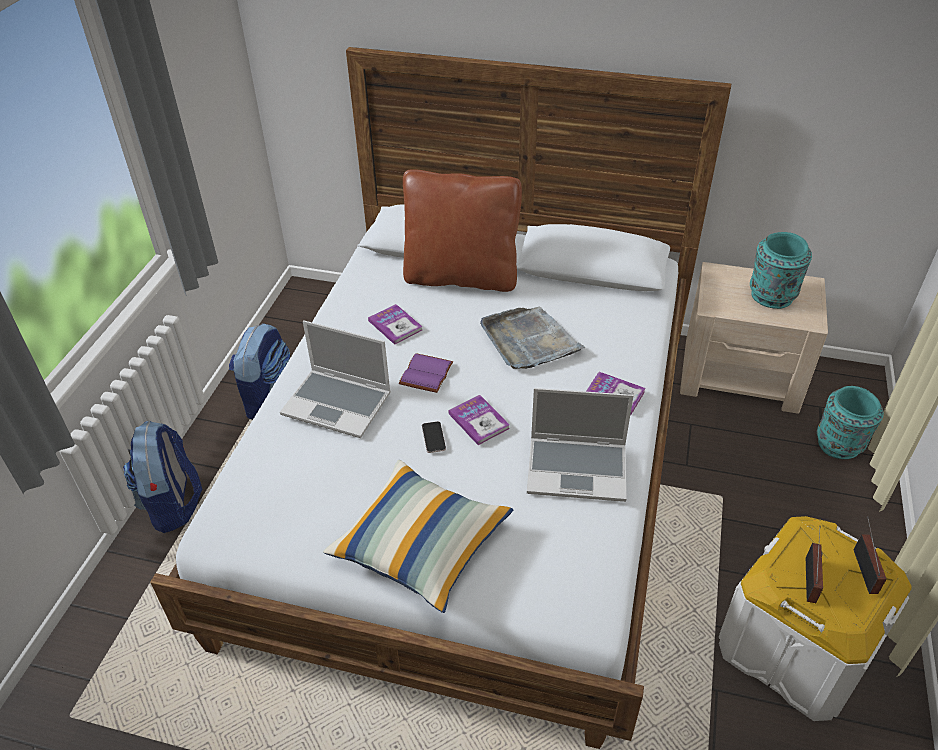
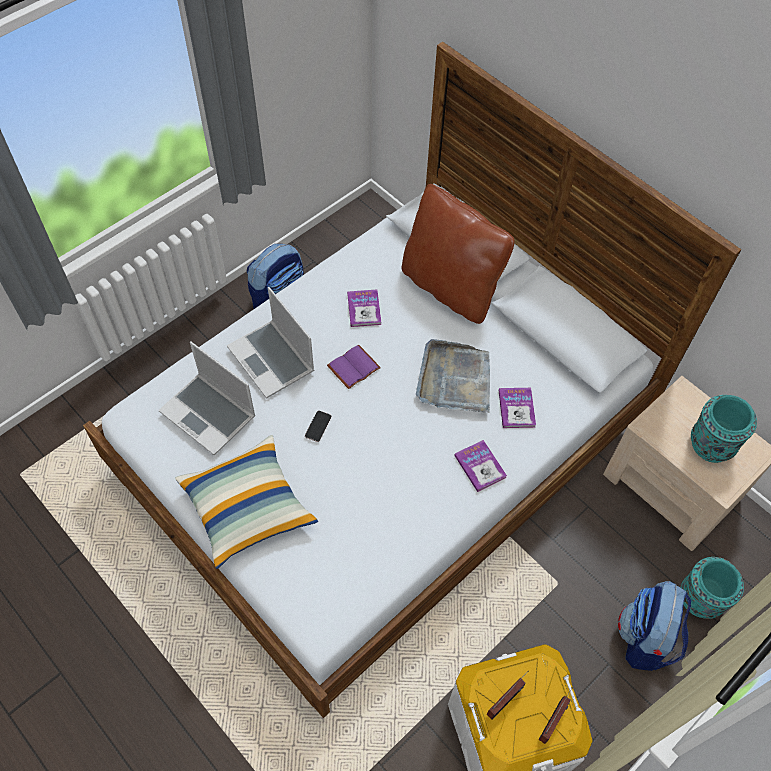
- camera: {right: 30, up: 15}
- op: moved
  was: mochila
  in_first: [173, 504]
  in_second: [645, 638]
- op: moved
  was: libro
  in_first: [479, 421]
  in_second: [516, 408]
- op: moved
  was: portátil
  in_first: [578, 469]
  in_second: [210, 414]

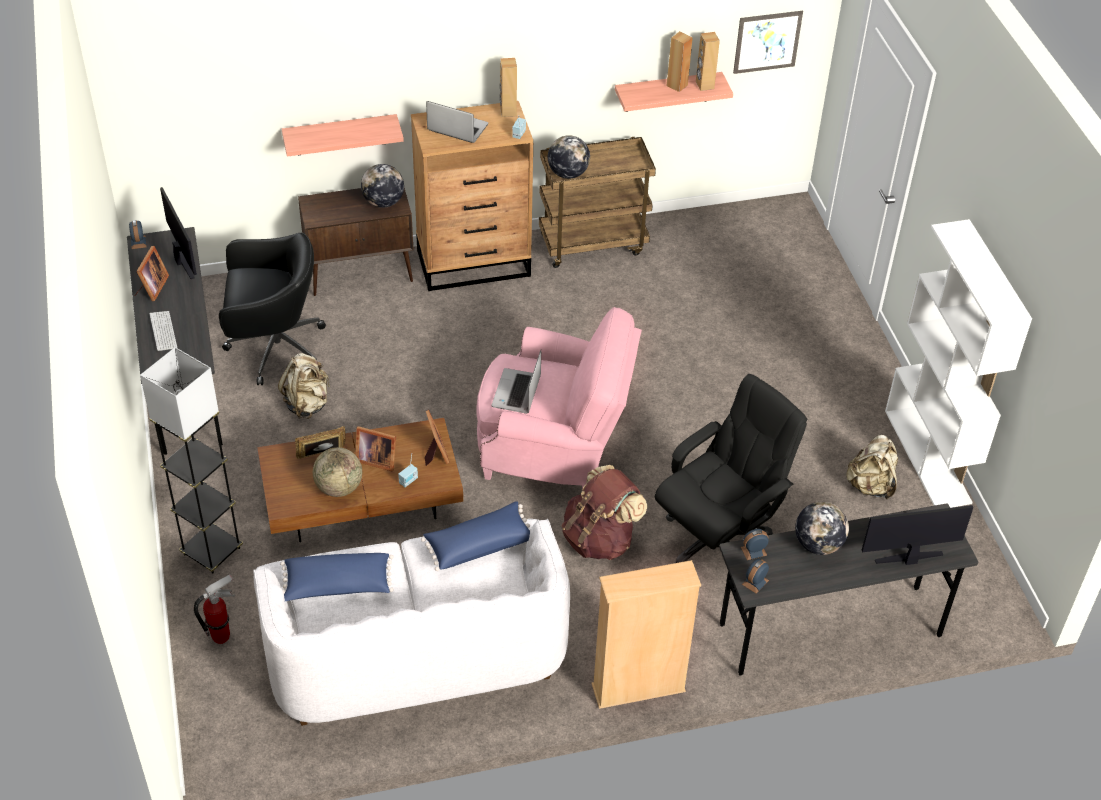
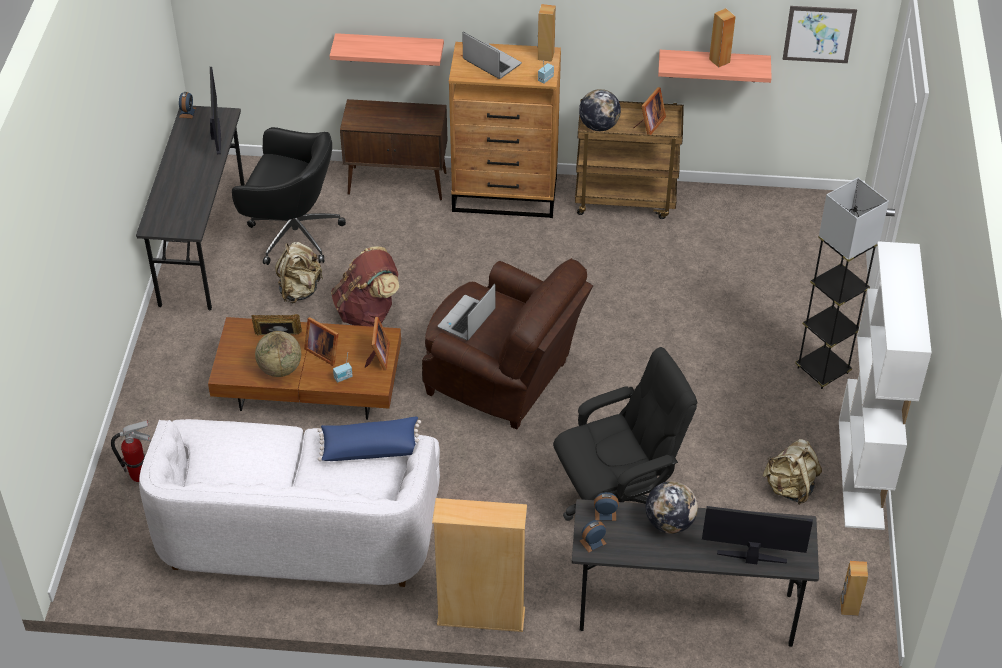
- camera: {right: 20, up: 0}
- op: moved
  was: portarretratos
  in_first: [152, 288]
  in_second: [649, 124]
- op: moved
  was: lámpara de pie (gris)
  in_first: [212, 551]
  in_second: [822, 370]
- op: removed
  was: teclado
  in_first: [163, 331]
- op: removed
  was: cojín (azul)
  in_first: [337, 586]
- op: removed
  was: globo terráqueo
  in_first: [383, 202]
- op: recoloured
  was: sillón (rosa)
  now: sillón (marrón)
  in_first: [554, 446]
  in_second: [504, 379]
- op: moved
  was: mochila (marrón)
  in_first: [600, 539]
  in_second: [368, 312]
- op: moved
  was: altavoz (marrón)
  in_first: [704, 85]
  in_second: [848, 607]

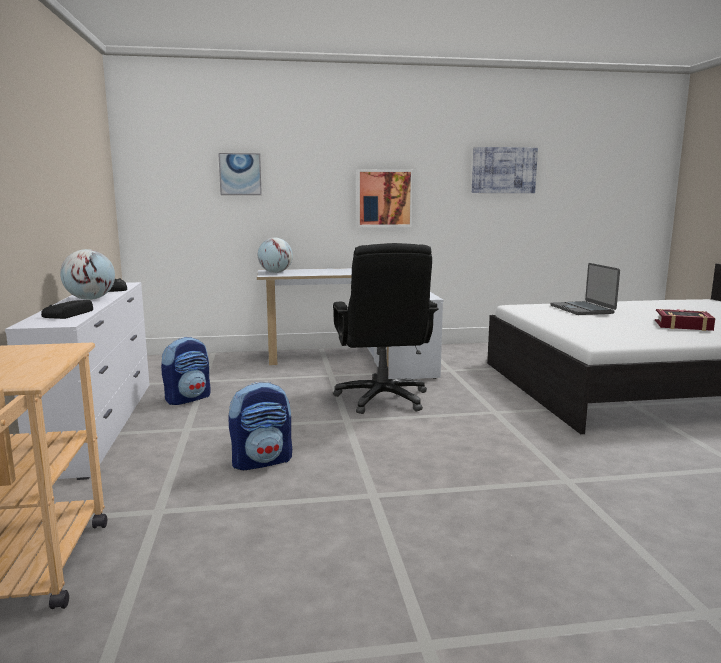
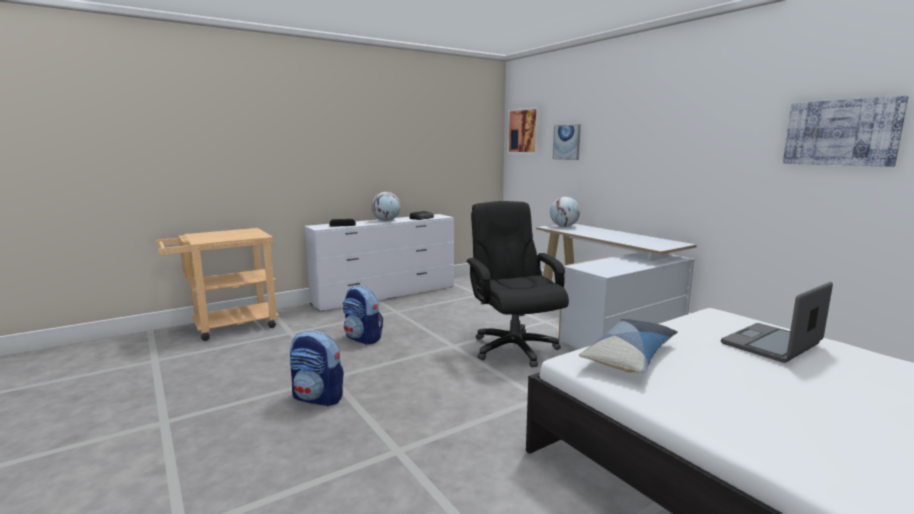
- camera: {right: 65, up: 0}
- op: moved
  was: mochila
  in_first: [188, 398]
  in_second: [318, 398]
- op: turned
  was: silla de oficina (negro)
  in_first: [383, 399]
  in_second: [513, 348]
  clockwise: 105
- op: moved
  was: cuadro
  in_first: [384, 198]
  in_second: [524, 131]
- op: removed
  was: libro
  in_first: [683, 325]
- op: added
  now: cojín
  in_second: [630, 356]

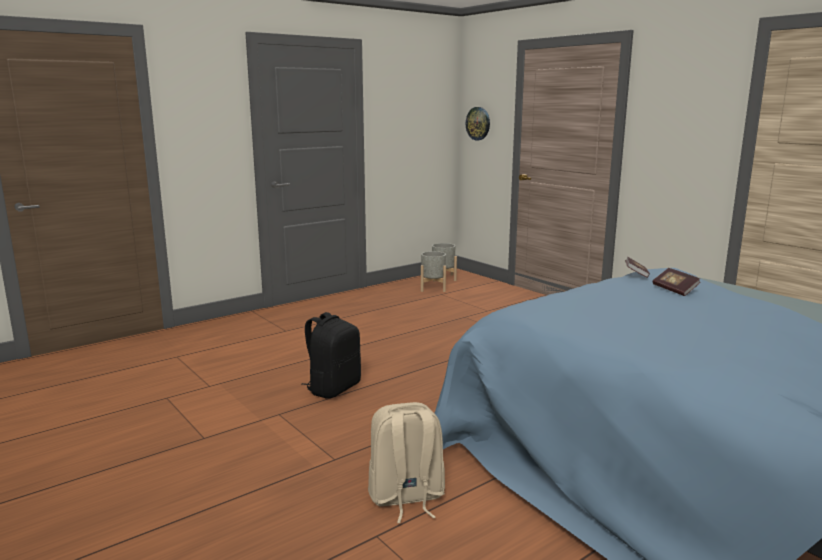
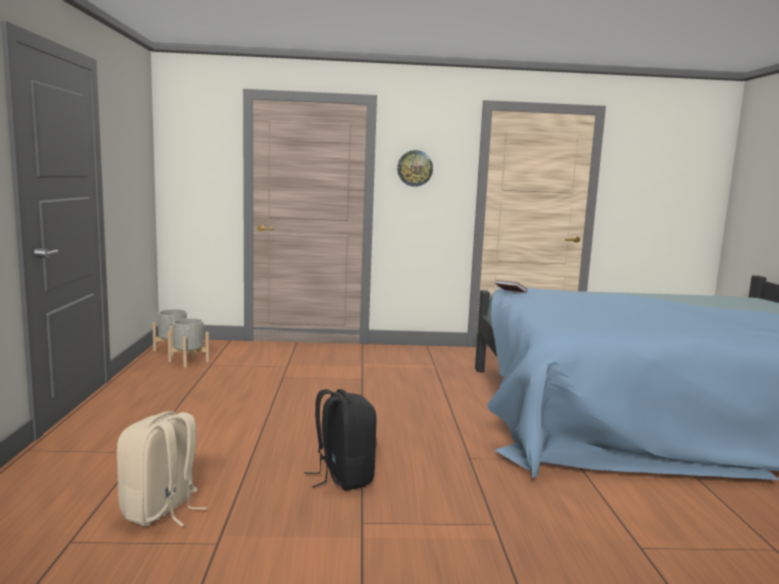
- camera: {right: -55, up: -5}
- op: moved
  was: mochila (beis)
  in_first: [406, 498]
  in_second: [161, 511]
- op: moved
  was: reloj de pared
  in_first: [478, 123]
  in_second: [415, 168]
- op: removed
  was: libro
  in_first: [675, 290]

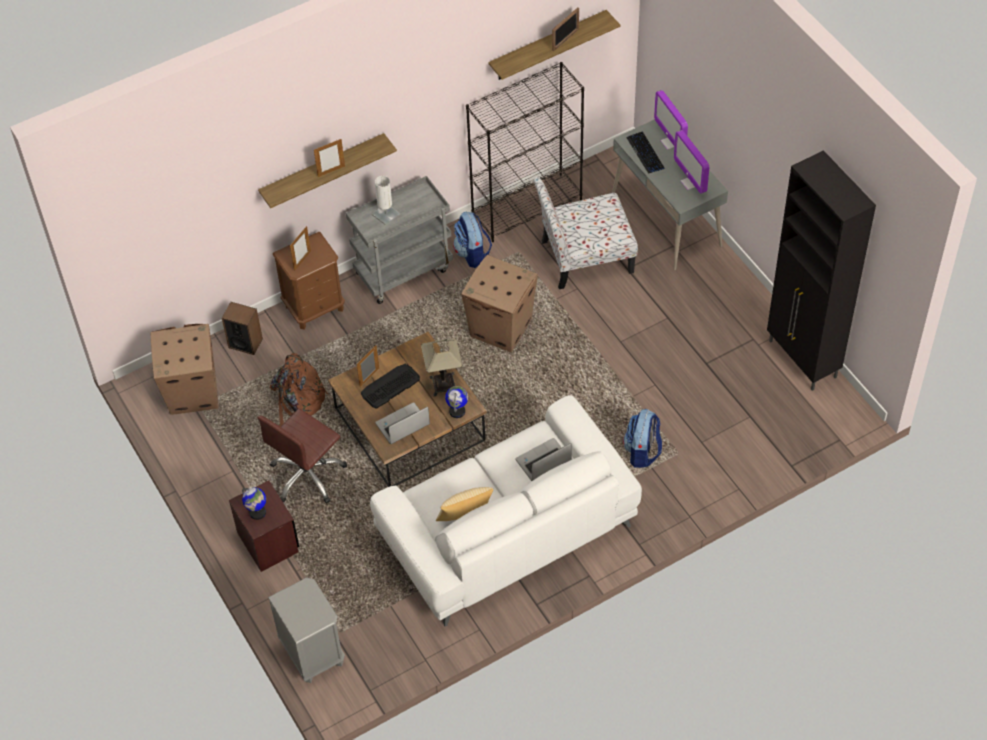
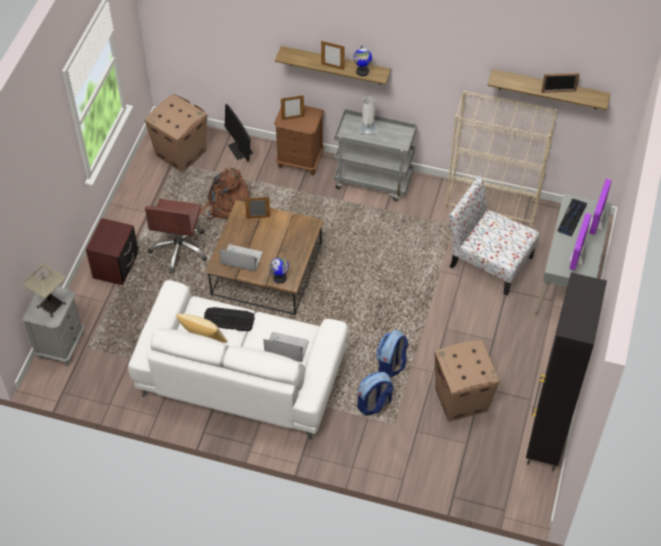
- camera: {right: 45, up: 0}
- op: replaced
  was: altavoz
  now: monitor
  in_first: [245, 343]
  in_second: [240, 150]
- op: moved
  was: globo terráqueo
  in_first: [257, 512]
  in_second: [362, 71]
- op: turned
  was: silla de oficina (marrón)
  in_first: [308, 475]
  in_second: [180, 249]
  clockwise: -75
- op: moved
  was: teclado
  in_first: [390, 386]
  in_second: [228, 319]
- op: moved
  was: lámpara de mesa
  in_first: [443, 384]
  in_second: [51, 305]
- op: moved
  was: mochila
  in_first: [472, 254]
  in_second: [391, 364]
- op: moved
  was: caja de cartón
  in_first: [501, 328]
  in_second: [461, 399]
- op: recoloured
  was: estantería (negro)
  now: estantería (beis)
  in_first: [527, 207]
  in_second: [492, 203]

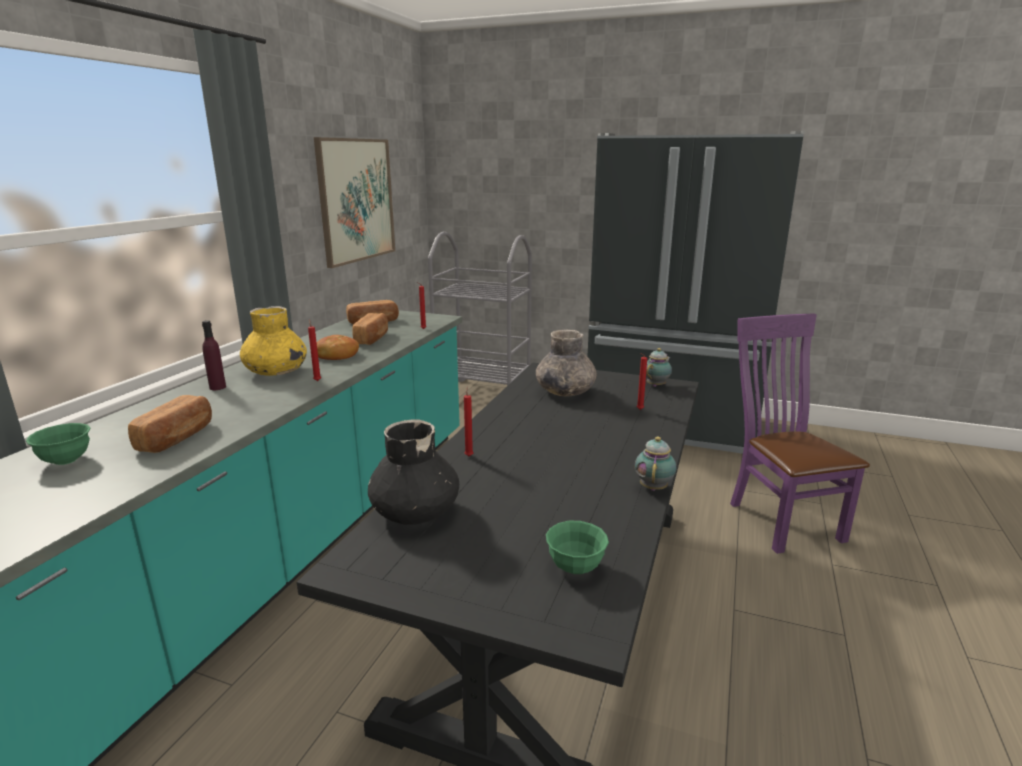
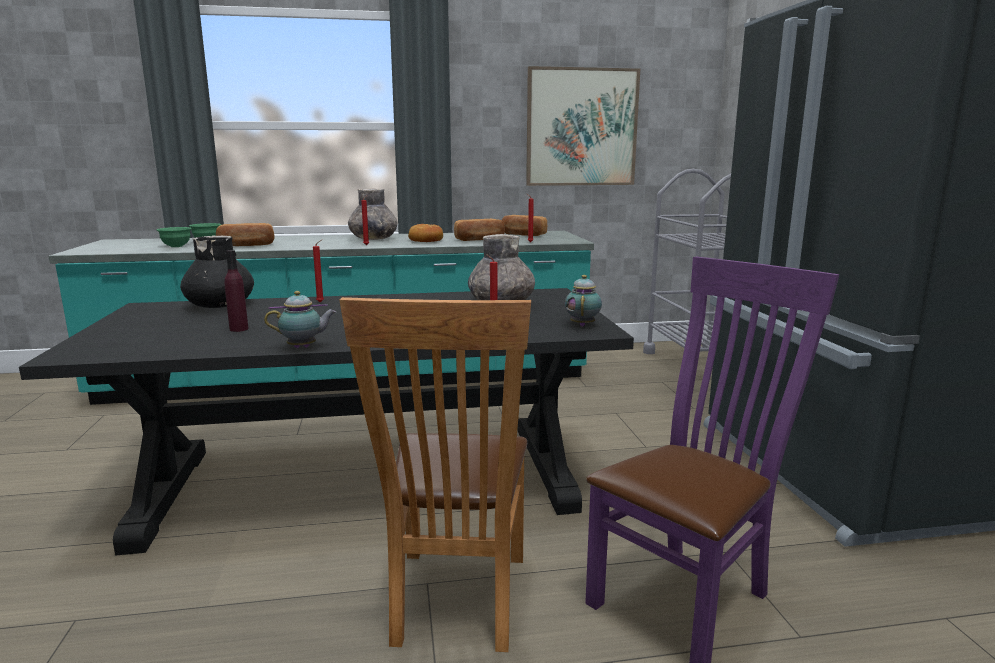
- camera: {right: 60, up: -5}
- op: moved
  was: botella (morado)
  in_first: [217, 387]
  in_second: [239, 329]
- op: recoloured
  was: florero (amarillo)
  now: florero (gris)
  in_first: [276, 372]
  in_second: [373, 239]
- op: moved
  was: cuenco (verde)
  in_first: [575, 567]
  in_second: [176, 246]
- op: turned
  was: tetera
  in_first: [656, 385]
  in_second: [582, 325]
  clockwise: -90
- op: added
  now: silla (marrón)
  in_second: [456, 603]

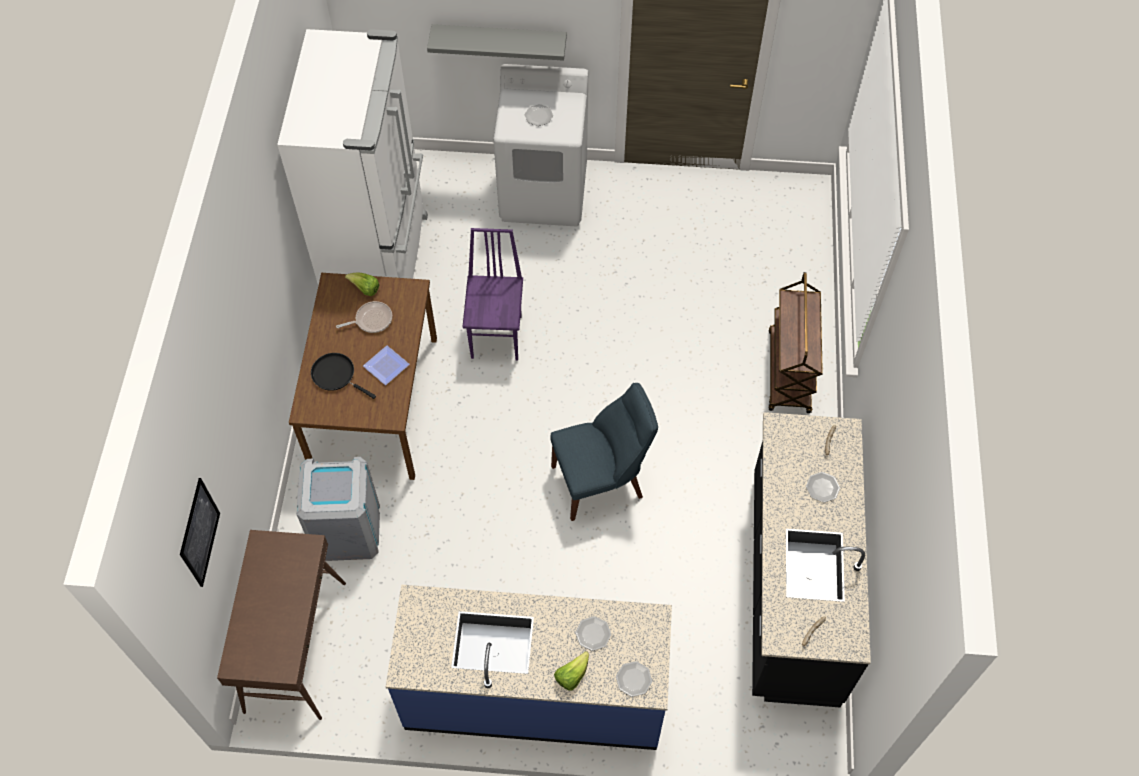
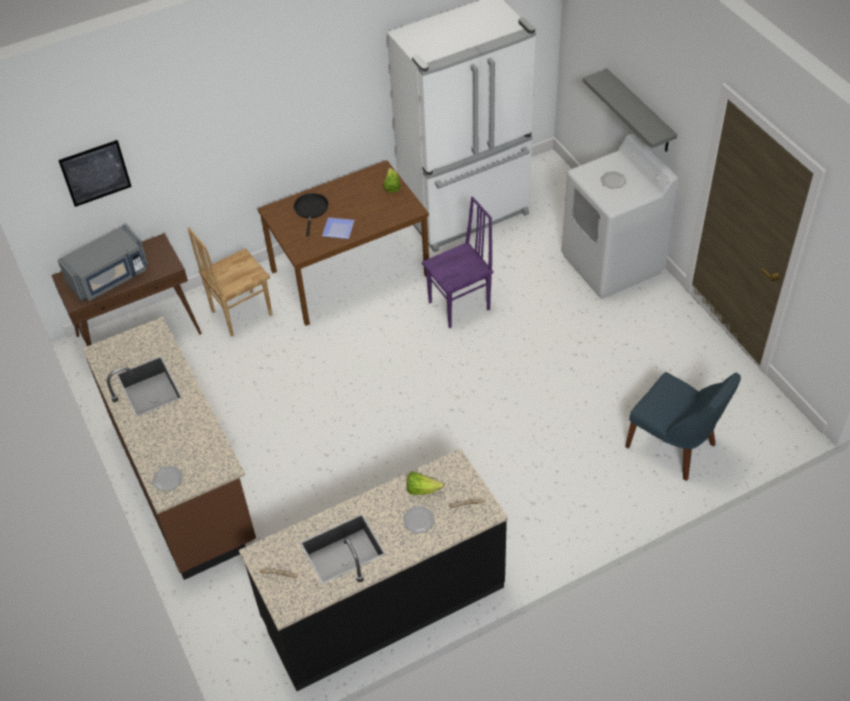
- camera: {right: 60, up: -10}
- op: replaced
  was: papelera (gris)
  now: silla (marrón)
  in_first: [347, 530]
  in_second: [241, 313]
- op: removed
  was: sartén
  in_first: [371, 320]
- op: recoloured
  was: mueble bajo de cocina (azul)
  now: mueble bajo de cocina (marrón)
  in_first: [534, 693]
  in_second: [184, 481]
- op: moved
  was: silla (azul)
  in_first: [601, 481]
  in_second: [674, 447]
- op: moved
  was: lechuga
  in_first: [572, 675]
  in_second: [422, 490]
- op: removed
  was: plato
  in_first: [593, 634]
- op: removed
  was: carrito (marrón)
  in_first: [789, 372]
- op: added
  now: microondas (gris)
  in_second: [110, 278]

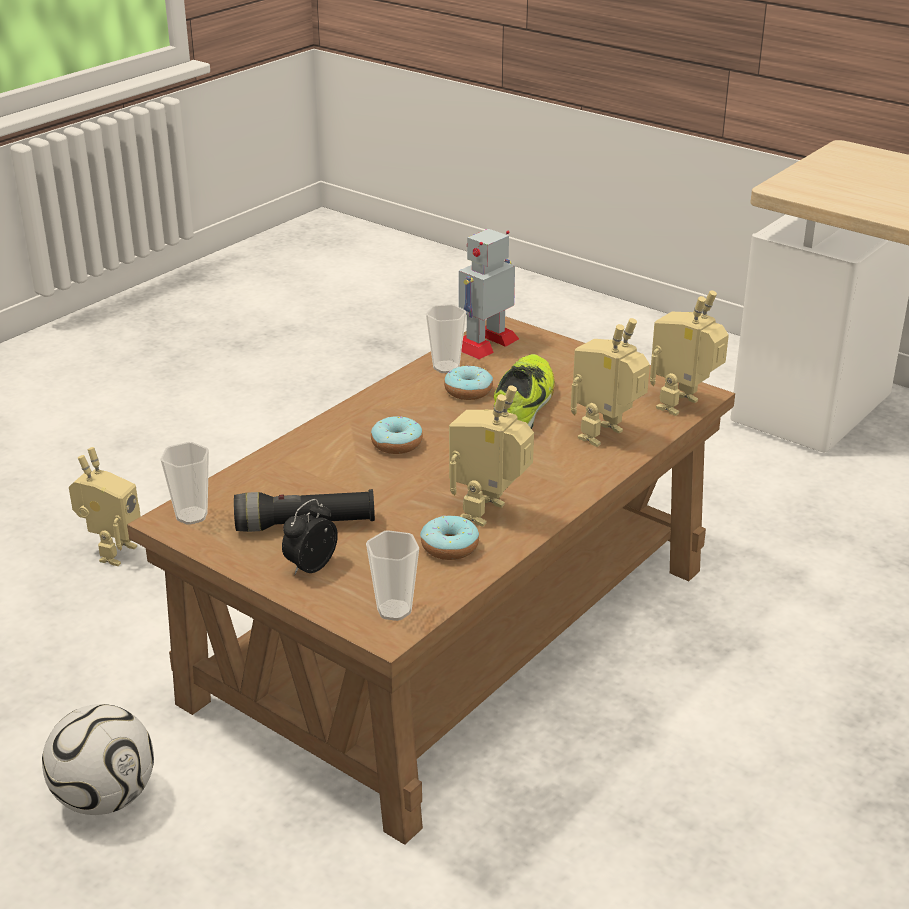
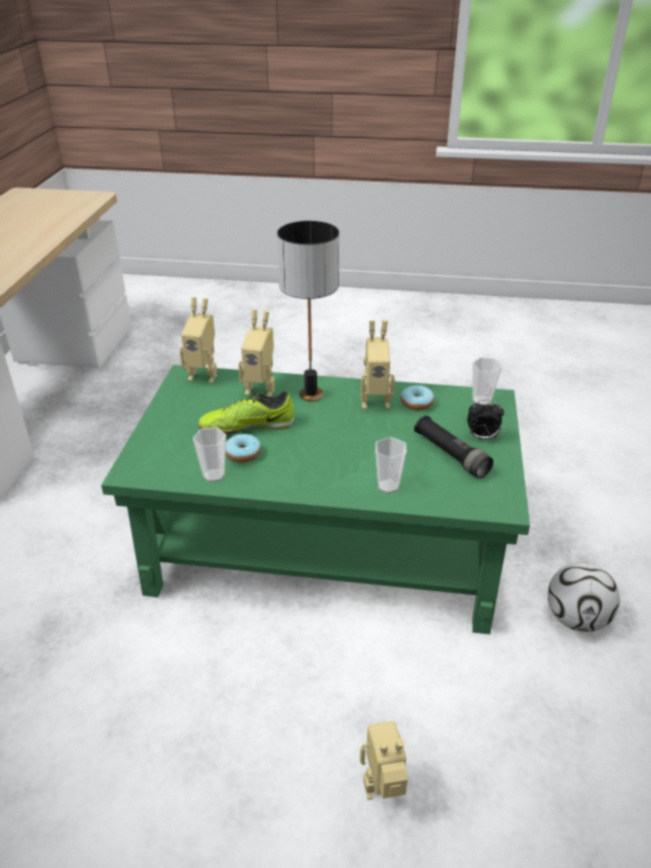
- camera: {right: -120, up: 5}
- op: recoloured
  was: mesa de centro (marrón)
  now: mesa de centro (verde)
  in_first: [454, 635]
  in_second: [327, 542]
- op: moved
  was: taza
  in_first: [192, 516]
  in_second: [388, 486]
- op: removed
  was: rosquilla
  in_first: [396, 444]
- op: removed
  was: robot de juguete
  in_first: [485, 343]
- op: added
  now: lámpara de mesa
  in_second: [310, 394]

